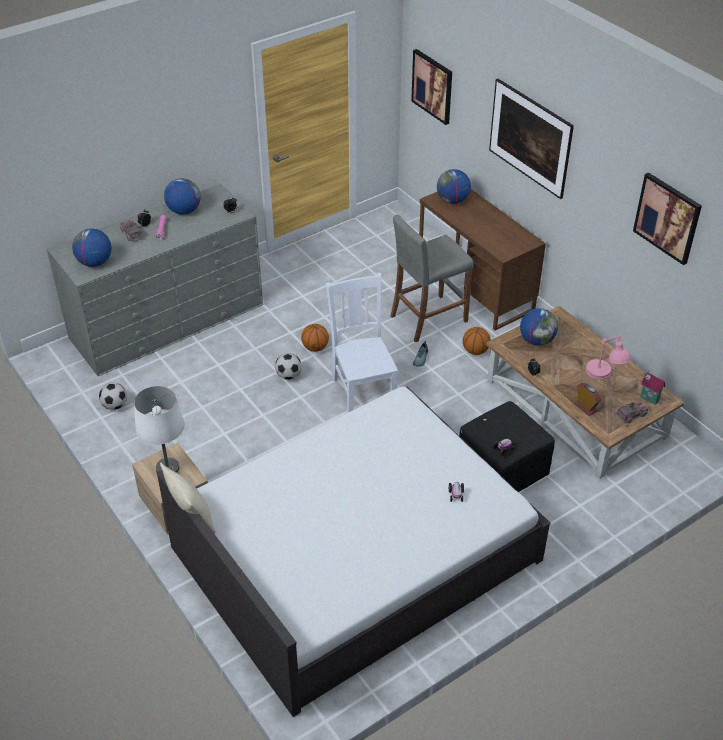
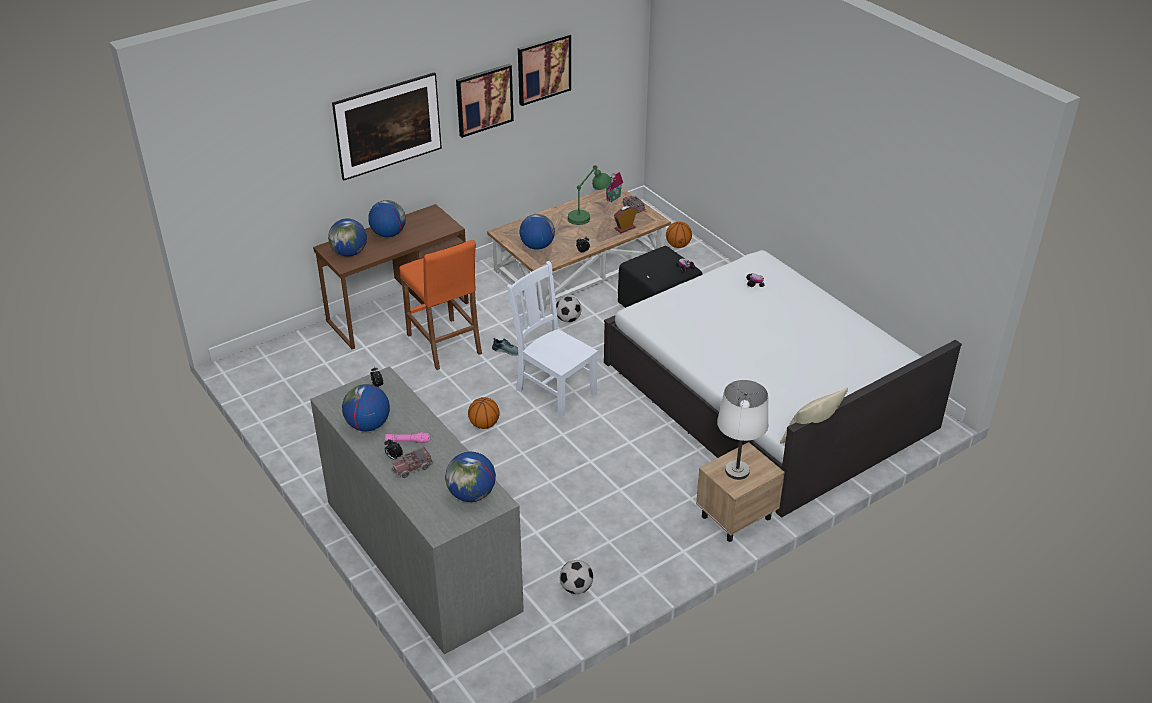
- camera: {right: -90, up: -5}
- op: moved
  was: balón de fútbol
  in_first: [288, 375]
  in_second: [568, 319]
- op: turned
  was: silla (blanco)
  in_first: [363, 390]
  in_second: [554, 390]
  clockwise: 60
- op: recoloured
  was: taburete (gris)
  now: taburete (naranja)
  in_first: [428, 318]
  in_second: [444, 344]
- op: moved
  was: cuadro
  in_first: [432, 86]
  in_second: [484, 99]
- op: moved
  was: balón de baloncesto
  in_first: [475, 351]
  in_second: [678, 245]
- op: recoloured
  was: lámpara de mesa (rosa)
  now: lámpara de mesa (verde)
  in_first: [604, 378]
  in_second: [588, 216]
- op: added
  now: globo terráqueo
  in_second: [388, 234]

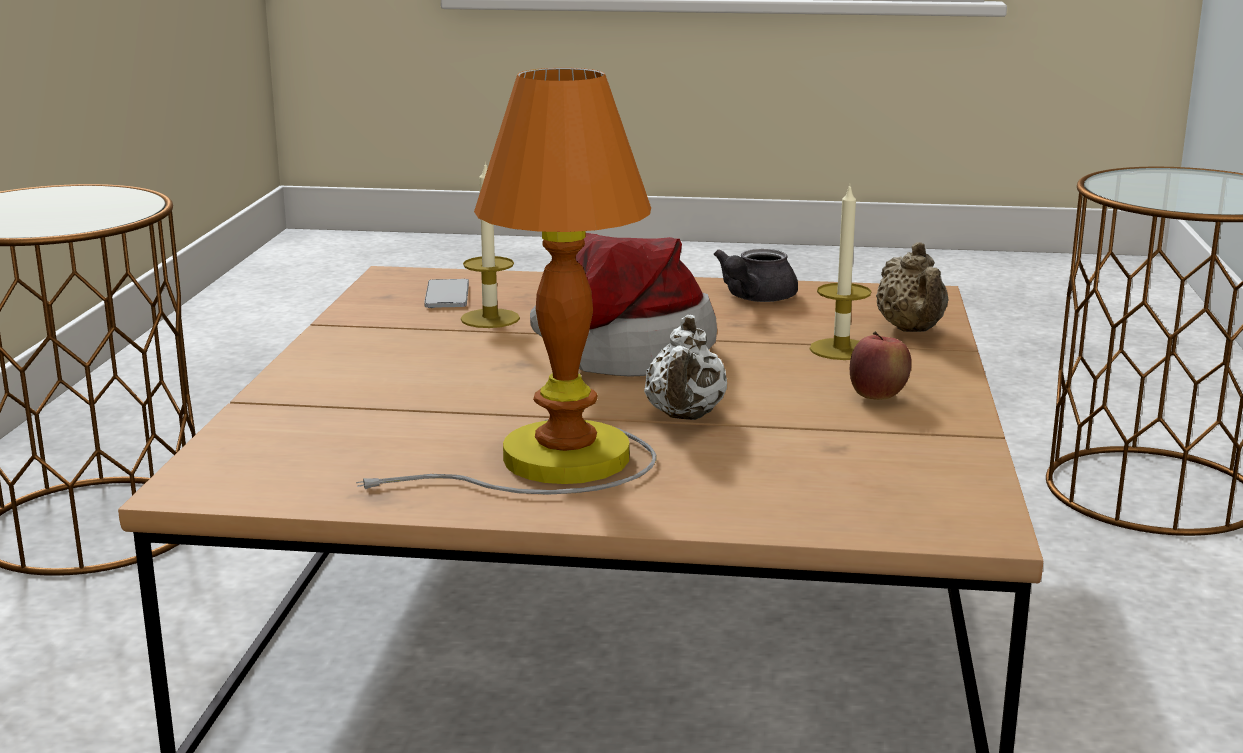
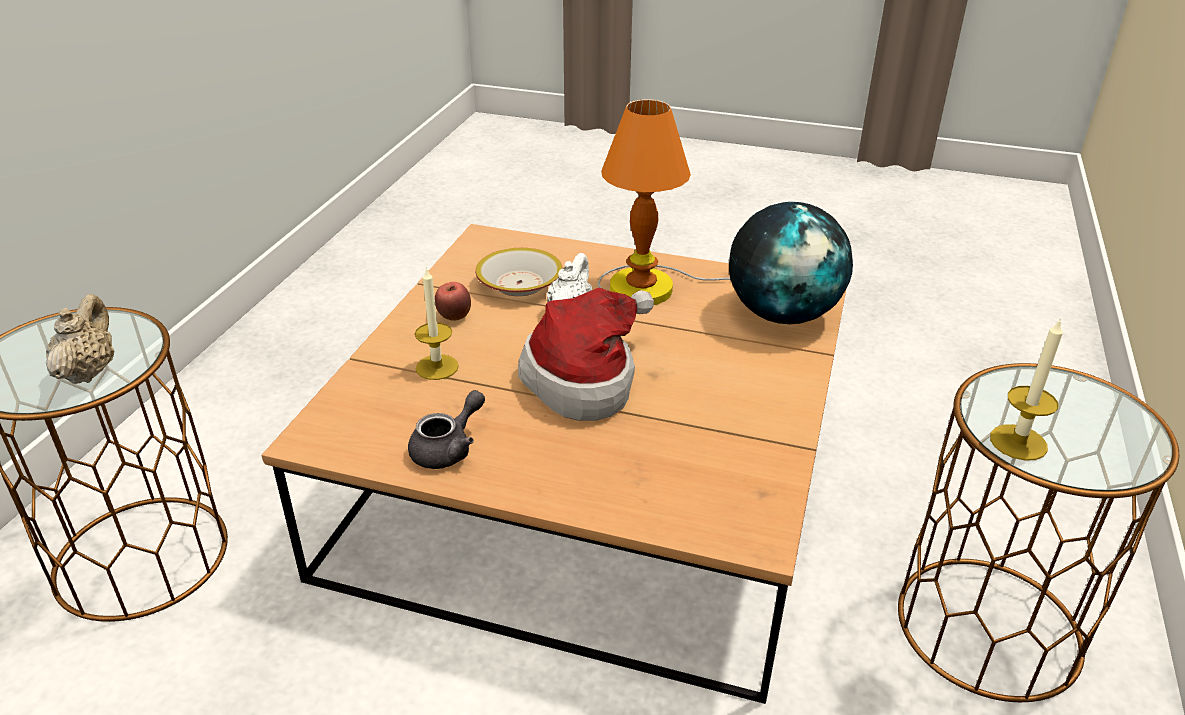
- camera: {right: -170, up: 15}
- op: removed
  was: móvil
  in_first: [447, 295]
- op: moved
  was: vela
  in_first: [490, 319]
  in_second: [1018, 442]
- op: moved
  was: tetera (beis)
  in_first: [911, 330]
  in_second: [89, 372]
- op: added
  now: cuenco
  in_second: [519, 283]
- op: added
  now: globo terráqueo
  in_second: [783, 314]

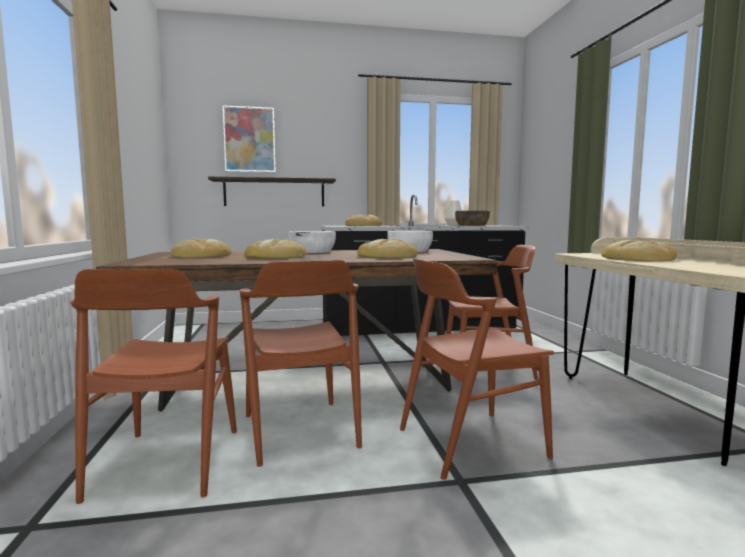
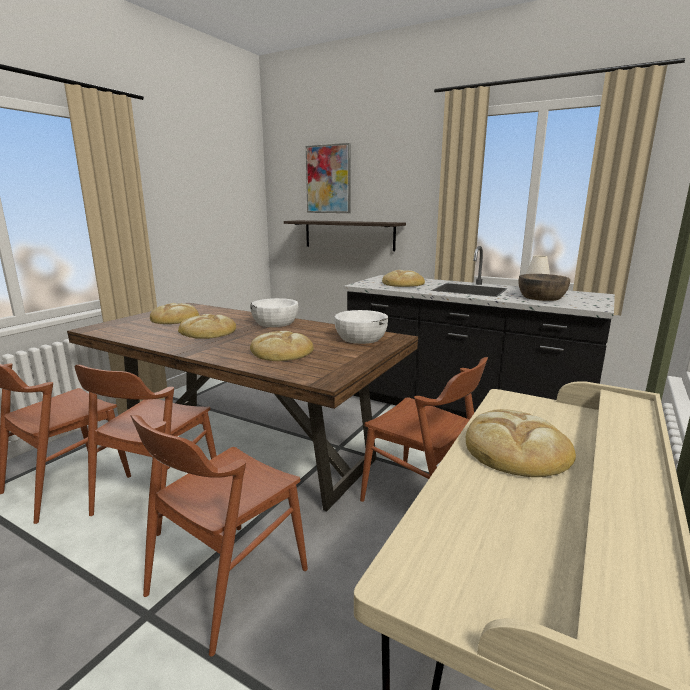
- camera: {right: 40, up: 10}
- op: turned
  was: silla (marrón)
  in_first: [470, 442]
  in_second: [227, 581]
  clockwise: -75

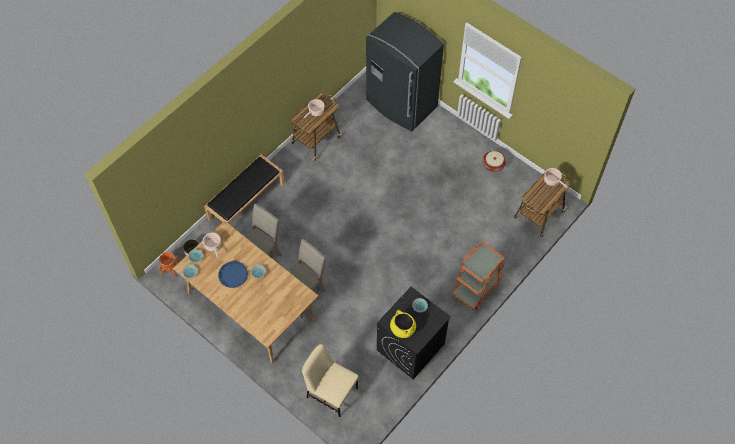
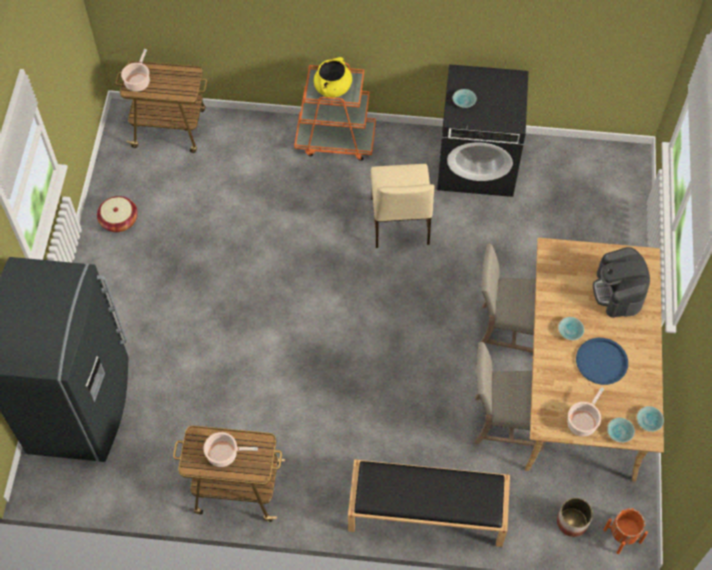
- camera: {right: -125, up: 0}
- op: moved
  was: silla (beis)
  in_first: [331, 392]
  in_second: [399, 222]
- op: moved
  was: olla (amarillo)
  in_first: [402, 329]
  in_second: [333, 88]
- op: added
  now: cafetera
  in_second: [618, 292]

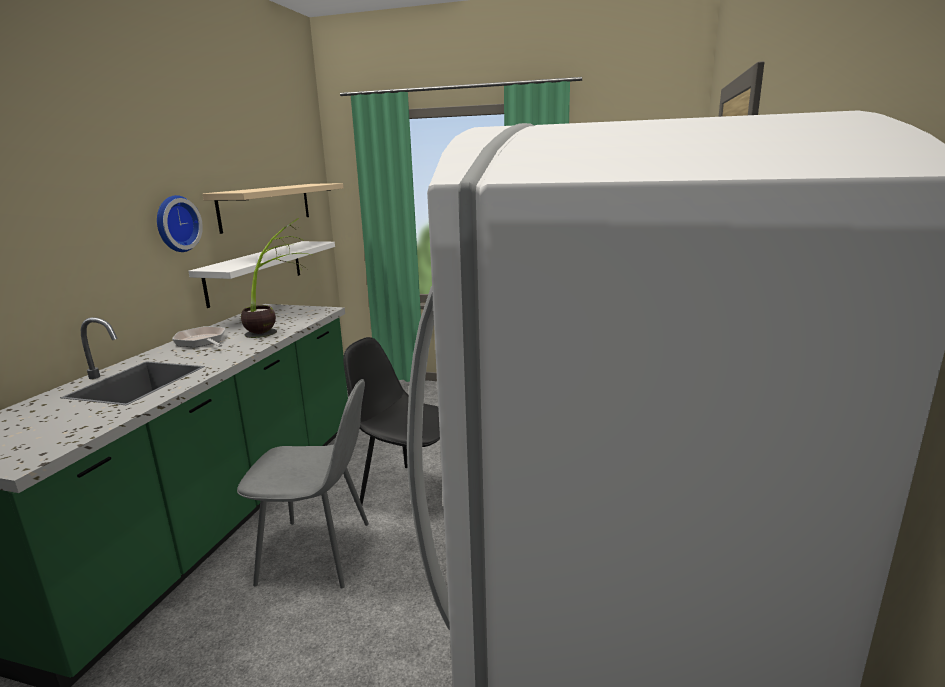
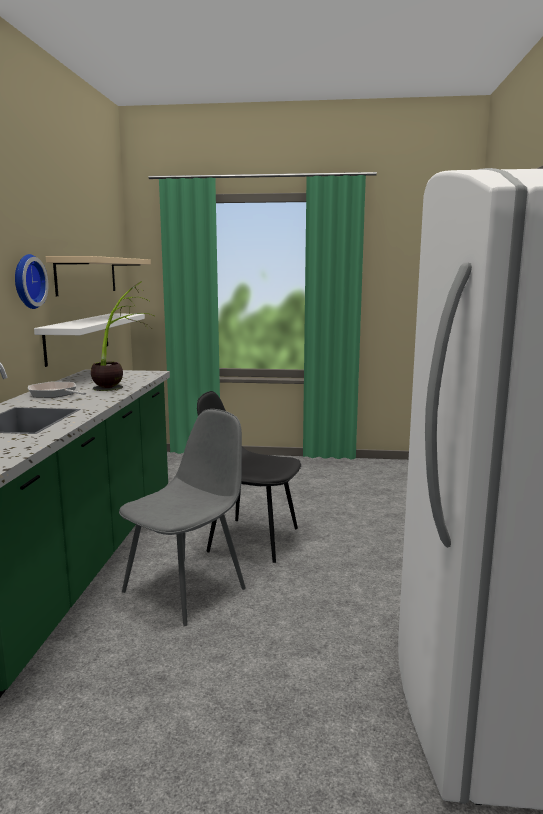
- camera: {right: -10, up: -5}
- op: turned
  was: silla (gris)
  in_first: [319, 553]
  in_second: [187, 589]
  clockwise: -45

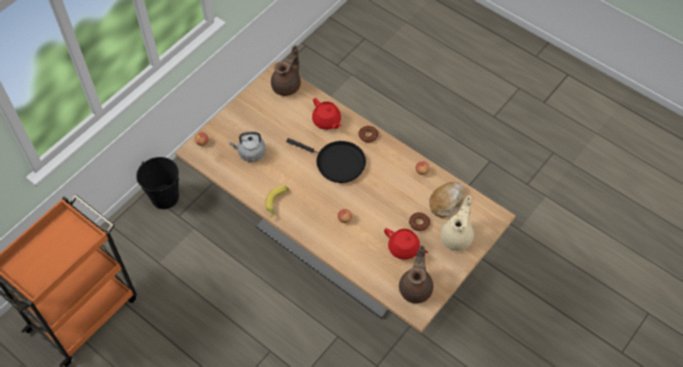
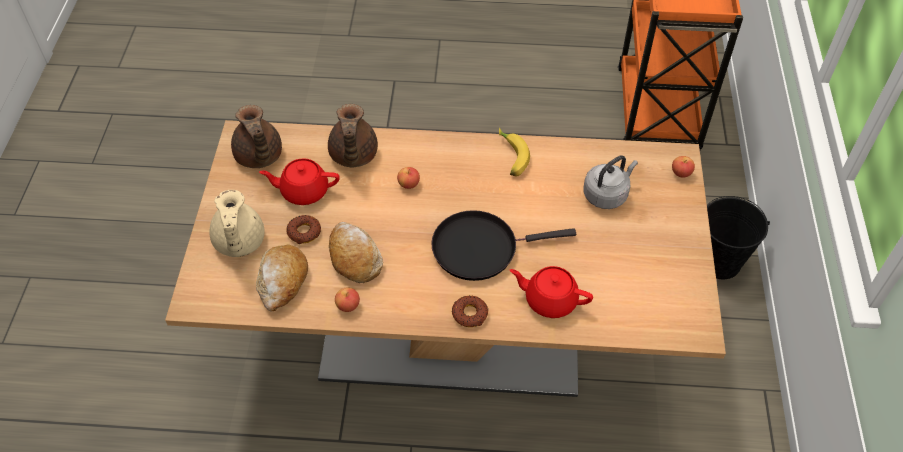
- camera: {right: 145, up: -5}
- op: moved
  was: tetera (marrón)
  in_first: [287, 85]
  in_second: [353, 156]
- op: added
  now: pan
  in_second: [354, 257]

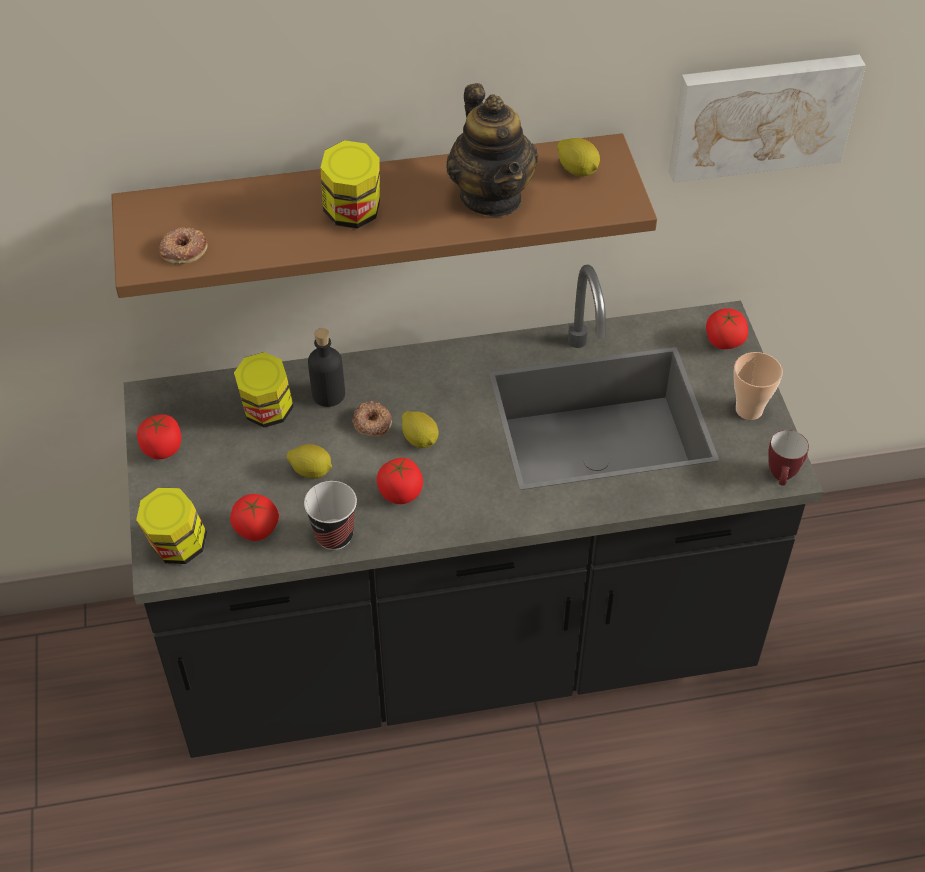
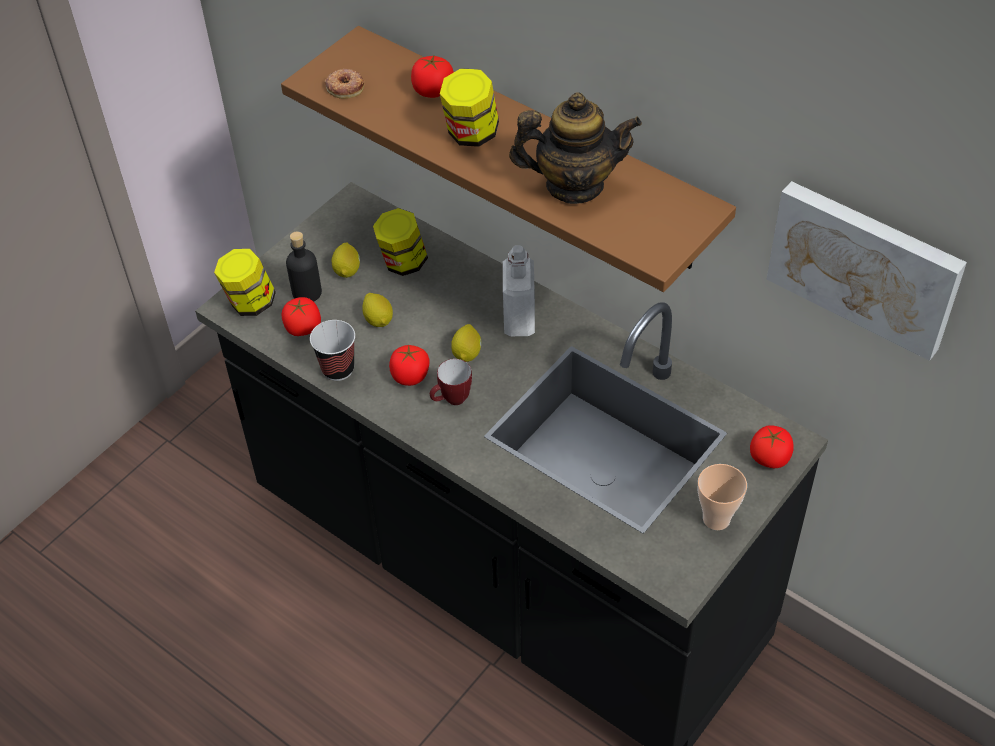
- camera: {right: 50, up: 0}
- op: moved
  was: tomate
  in_first: [162, 448]
  in_second: [432, 90]
- op: moved
  was: botella (negro)
  in_first: [328, 394]
  in_second: [307, 292]
- op: removed
  was: rosquilla
  in_first: [372, 423]
- op: turned
  was: tetera
  in_first: [492, 197]
  in_second: [574, 185]
  clockwise: -120
- op: moved
  was: limón
  in_first: [577, 170]
  in_second: [347, 270]
- op: moved
  was: taza grande
  in_first: [782, 478]
  in_second: [451, 401]
- op: added
  now: botella (blanco)
  in_second: [519, 320]

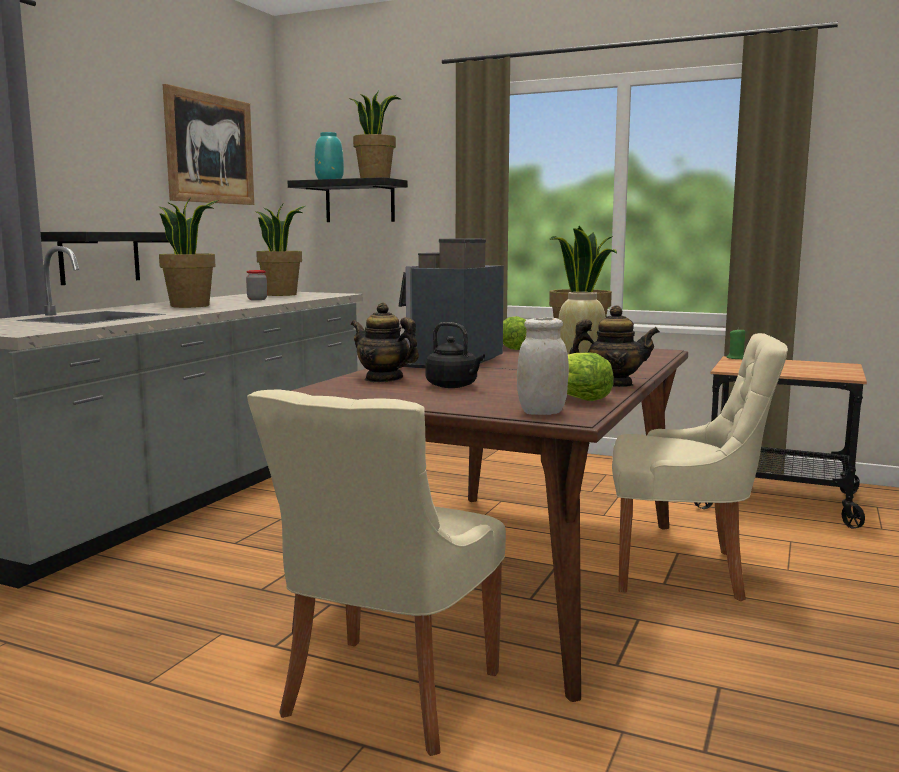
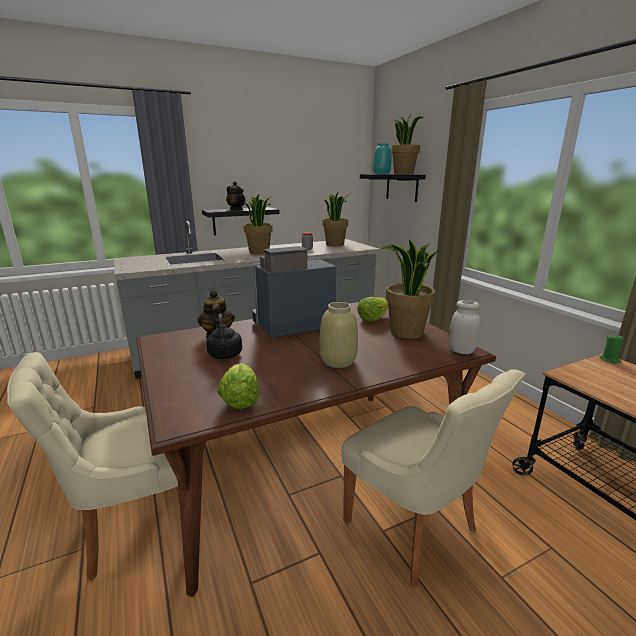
- camera: {right: 40, up: 10}
- op: removed
  was: cuadro
  in_first: [210, 149]
- op: moved
  was: tarro (blanco)
  in_first: [542, 412]
  in_second: [461, 351]
- op: moved
  was: tetera
  in_first: [612, 385]
  in_second: [236, 210]

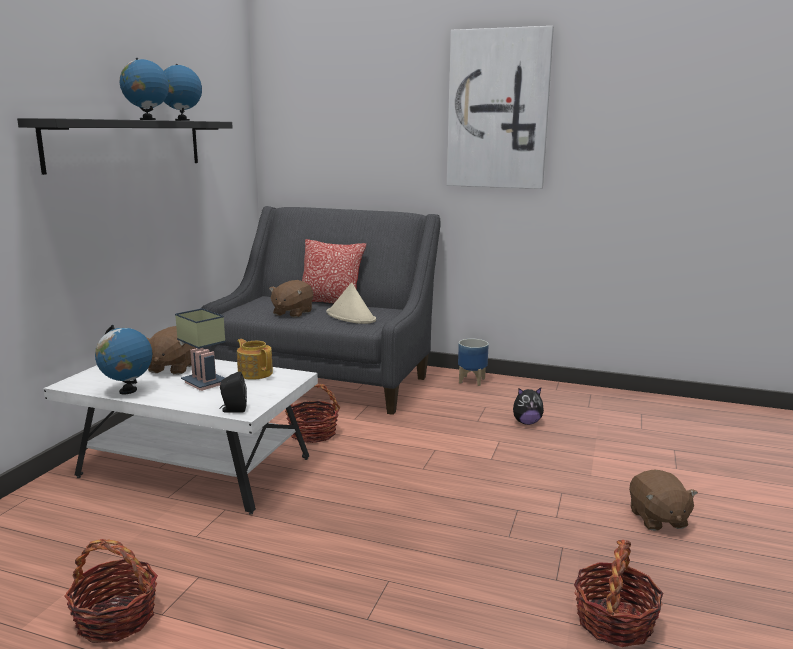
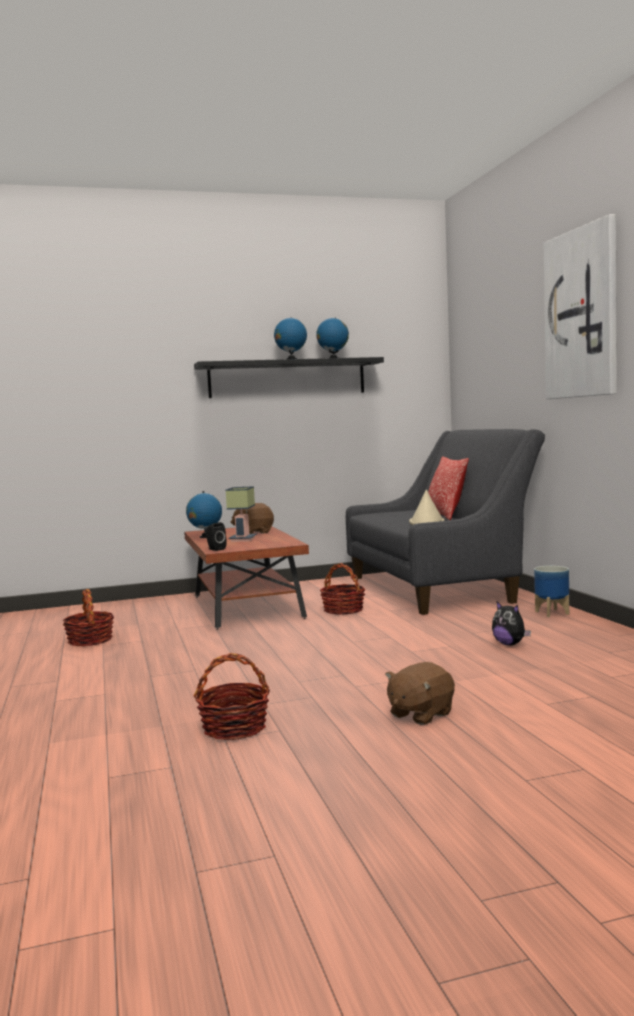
- camera: {right: 55, up: -10}
- op: recoloured
  was: mesa de centro (blanco)
  now: mesa de centro (marrón)
  in_first: [194, 468]
  in_second: [246, 607]
- op: removed
  was: tetera
  in_first: [255, 373]
- op: removed
  was: peluche (marrón)
  in_first: [292, 313]

